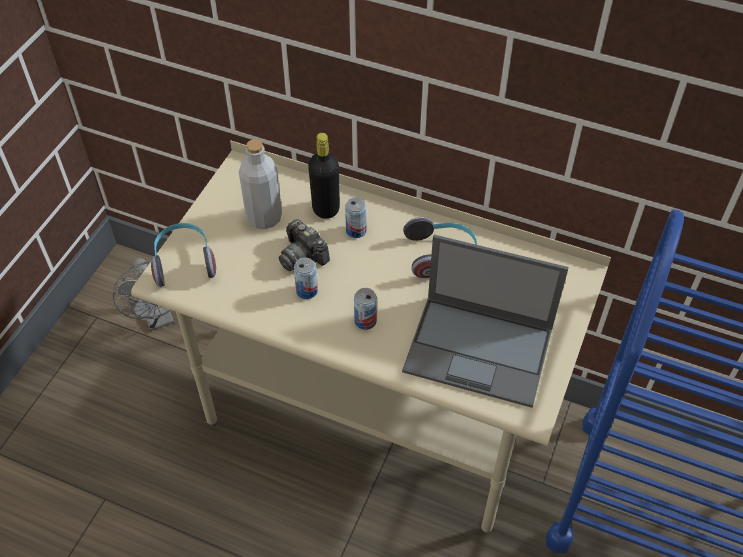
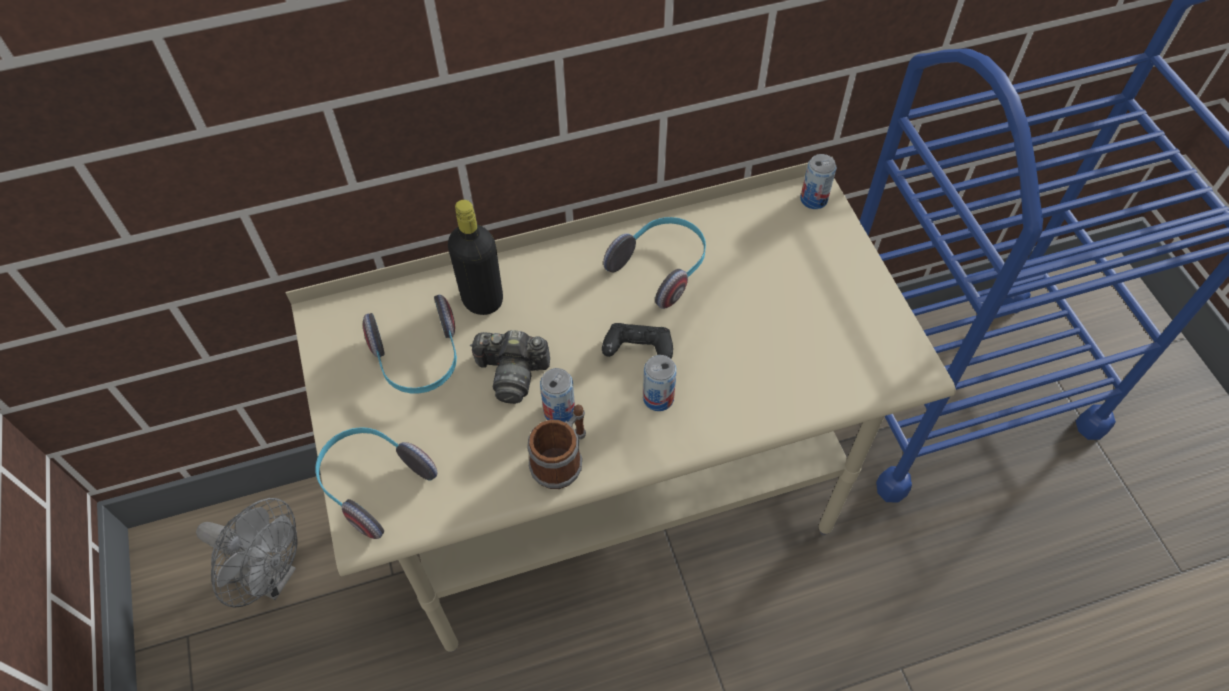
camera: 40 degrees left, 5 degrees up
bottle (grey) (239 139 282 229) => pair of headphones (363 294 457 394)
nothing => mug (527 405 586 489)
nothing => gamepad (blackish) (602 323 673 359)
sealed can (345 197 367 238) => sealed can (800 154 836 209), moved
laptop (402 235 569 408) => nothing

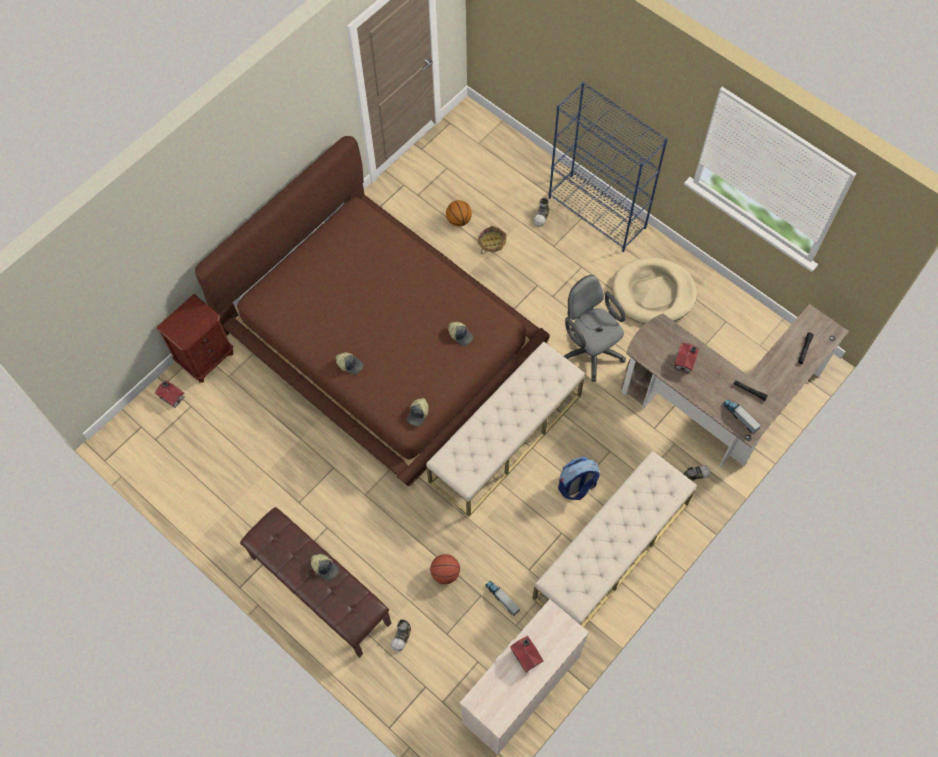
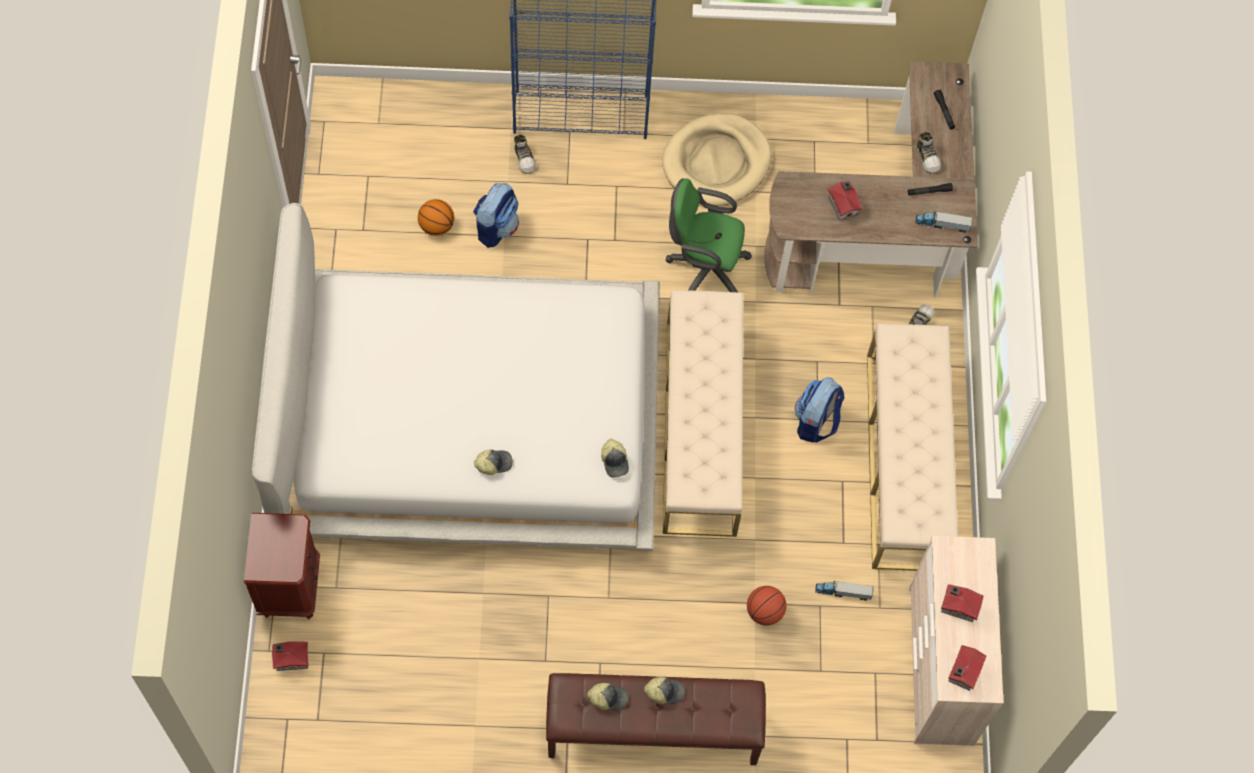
camera: 45 degrees left, 0 degrees up
bed (brown) (195 136 550 486) => bed (whitish) (252 203 660 551)
storage basket (478 226 506 254) => knapsack (473 183 519 248)
cap (448 322 473 346) => cap (587 683 628 710), moved
computer chair (grey) (564 275 626 382) => computer chair (green-coloured) (665 178 752 292)
shoe (391 620 411 652) => shoe (916 132 941 174), moved
nothing => toy house (948 645 986 691)

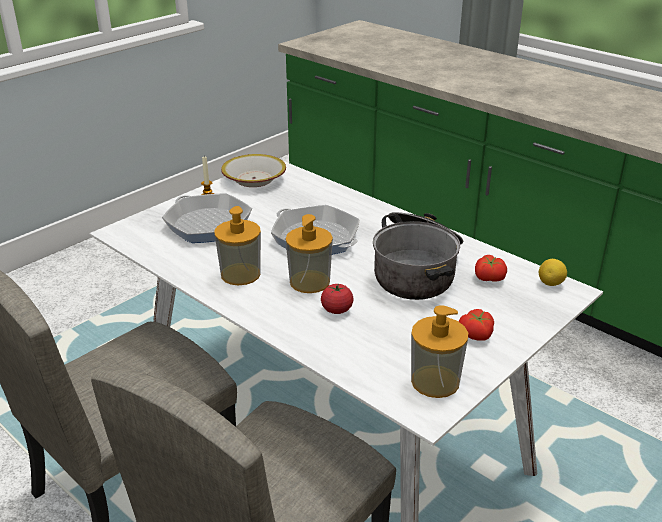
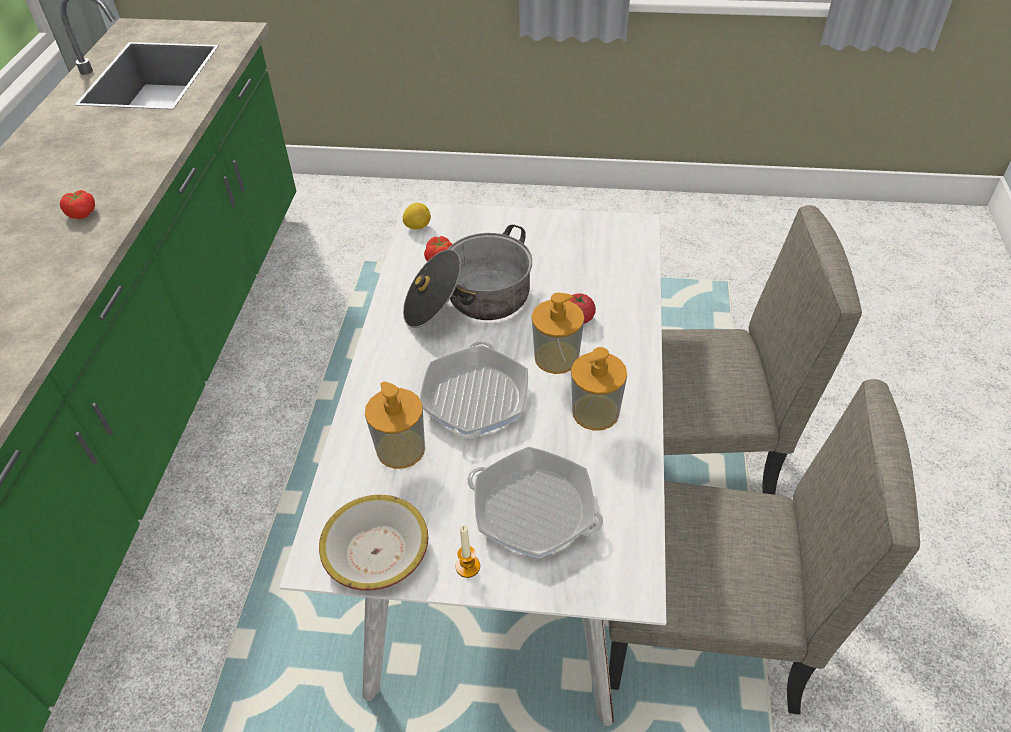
camera: 125 degrees left, 15 degrees up
whole tomato (458 309 494 340) => whole tomato (60 190 95 219), moved
soap dispenser (411 305 468 398) => soap dispenser (365 381 425 469), moved
frying pan (162 193 252 243) => frying pan (467 447 603 559), 75 degrees counterclockwise

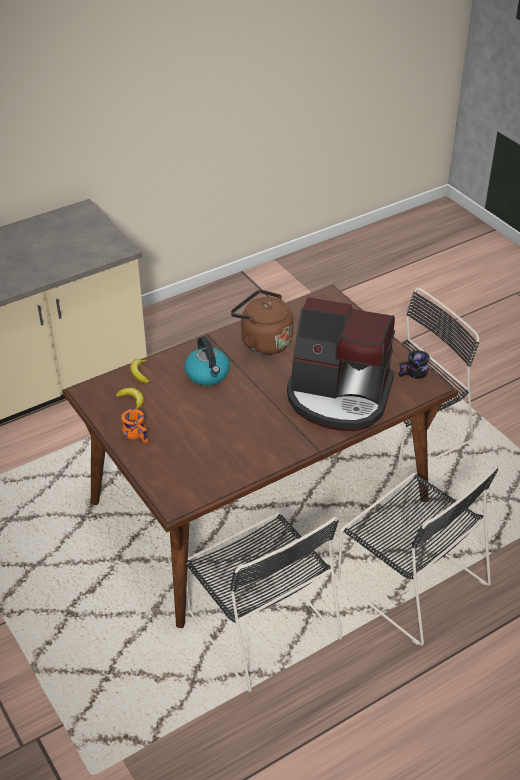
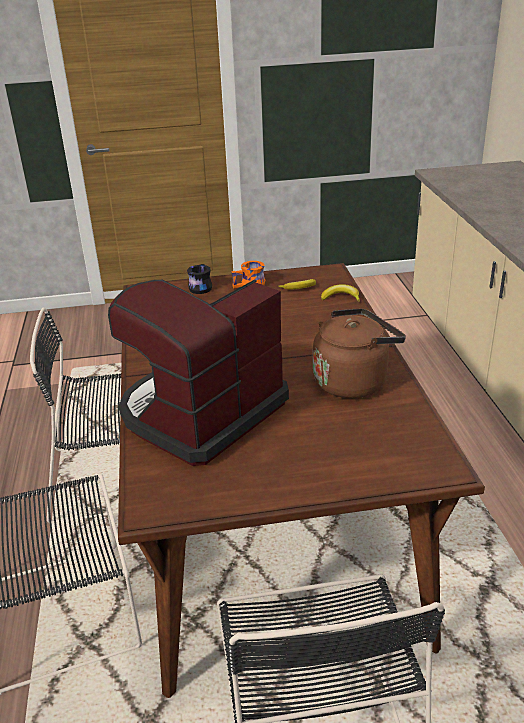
camera: 115 degrees right, 10 degrees down
mug (blackish) (399 350 430 379) => mug (blackish) (187 264 212 294), moved
kettle (184 336 230 386) => nothing

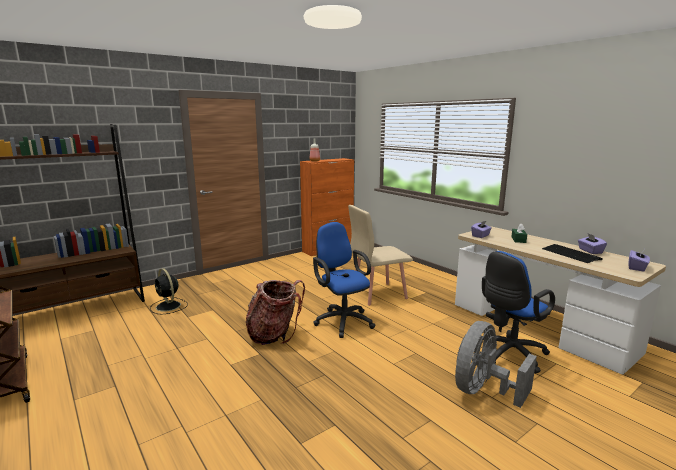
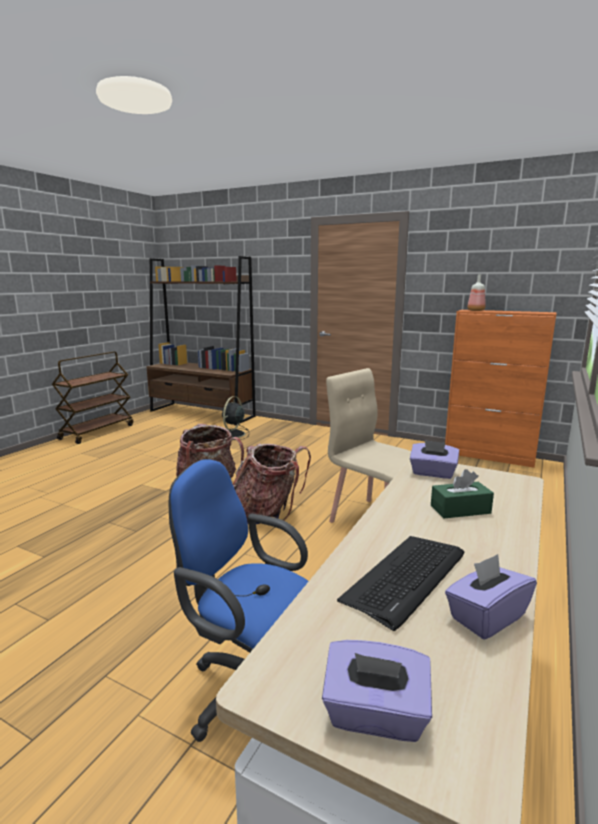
camera: 65 degrees right, 0 degrees up
computer chair (blue-coloured) (313 222 375 338) => knapsack (233 443 311 524)
fan (grey) (455 321 537 408) => nothing

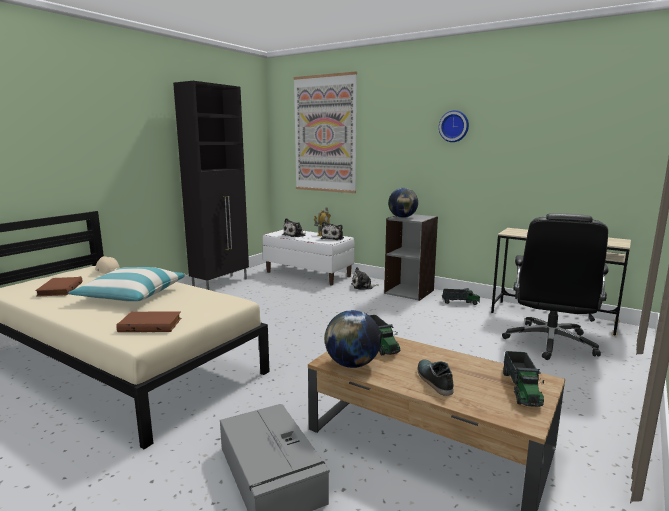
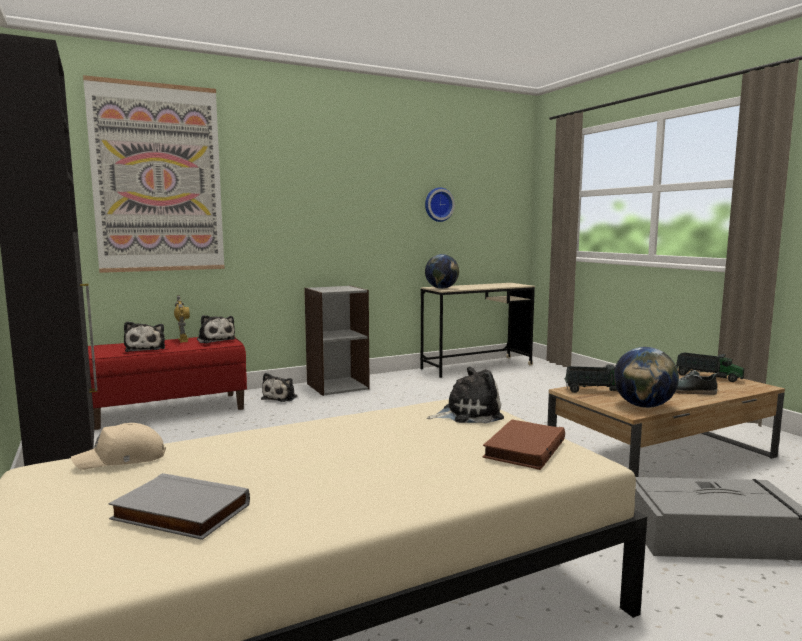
camera: 60 degrees left, 5 degrees down
bench (whitish) (262 230 355 285) => bench (reddish) (88 337 247 430)
bound book (brown) (35 276 82 297) => bound book (grey) (108 473 250 540)
hanging clock (439 110 469 142) => hanging clock (425 187 455 222), moved
desk globe (388 188 418 218) => desk globe (425 254 459 289), moved
nothing => plush toy (427 367 504 423)
throw pillow (68 267 186 302) => nothing
toy truck (442 288 480 305) => nothing
computer chair (blackish) (502 213 609 360) => nothing

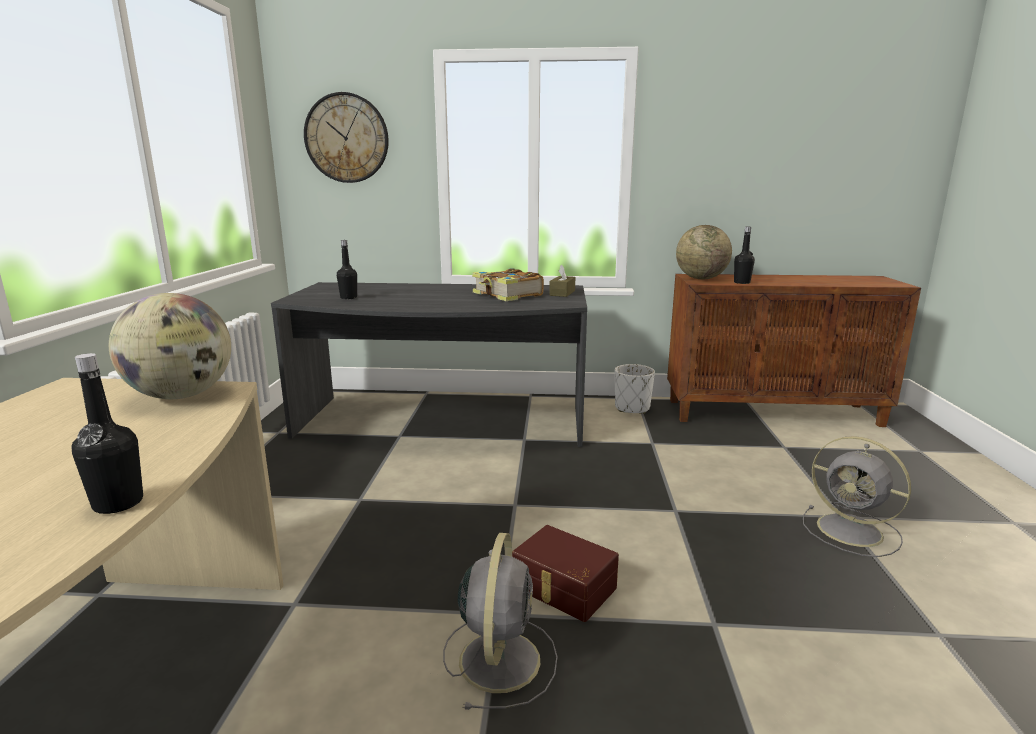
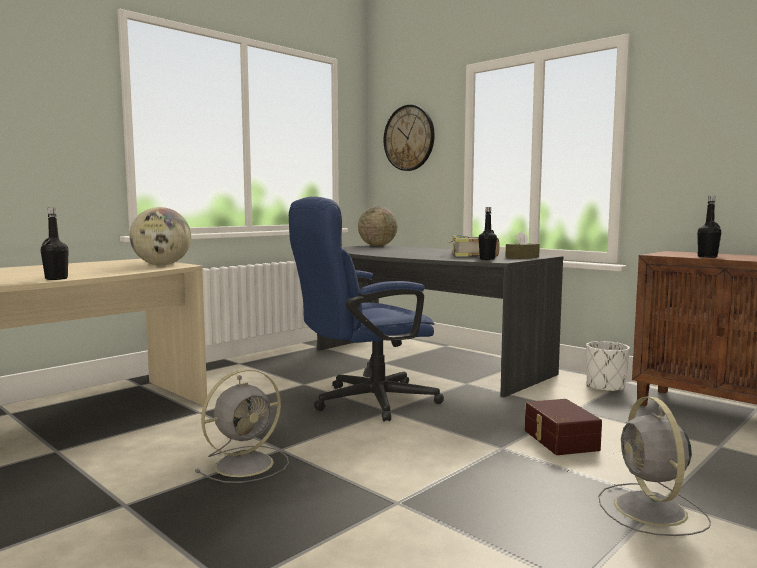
camera: 40 degrees right, 10 degrees down
nothing => computer chair (blue-coloured) (289 196 444 422)
desk globe (676 225 732 279) => desk globe (358 206 397 246), moved
bottle (blackish) (337 240 357 299) => bottle (blackish) (479 207 497 260), moved
storage bin (brown) (512 525 619 622) => storage bin (brown) (525 399 602 455), moved

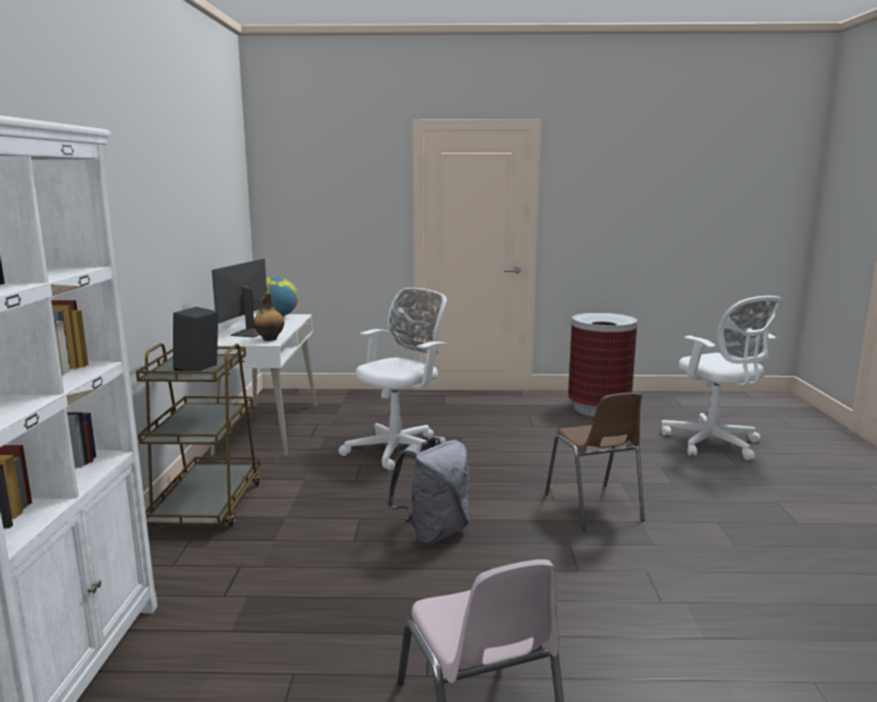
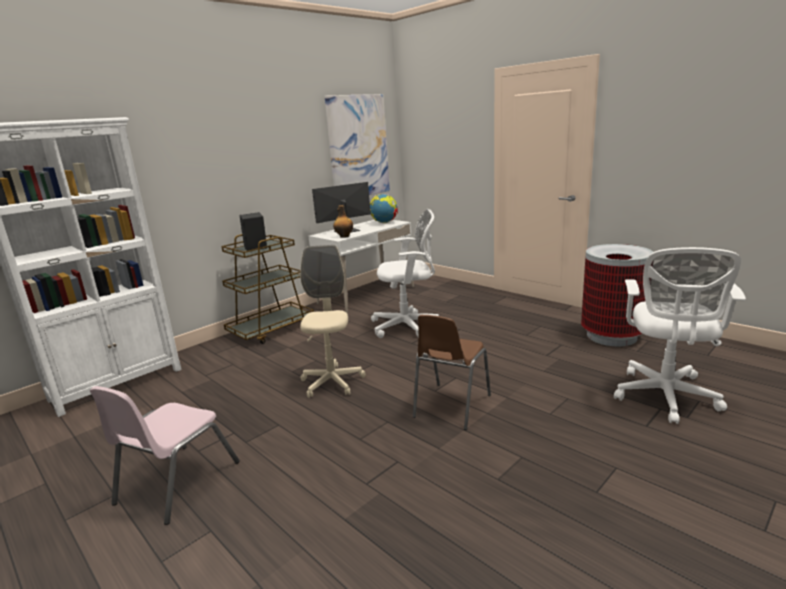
camera: 45 degrees right, 5 degrees up
knapsack (grey) (386 436 469 545) => computer chair (beige-coloured) (300 245 366 398)
nothing => wall picture (324 94 390 195)

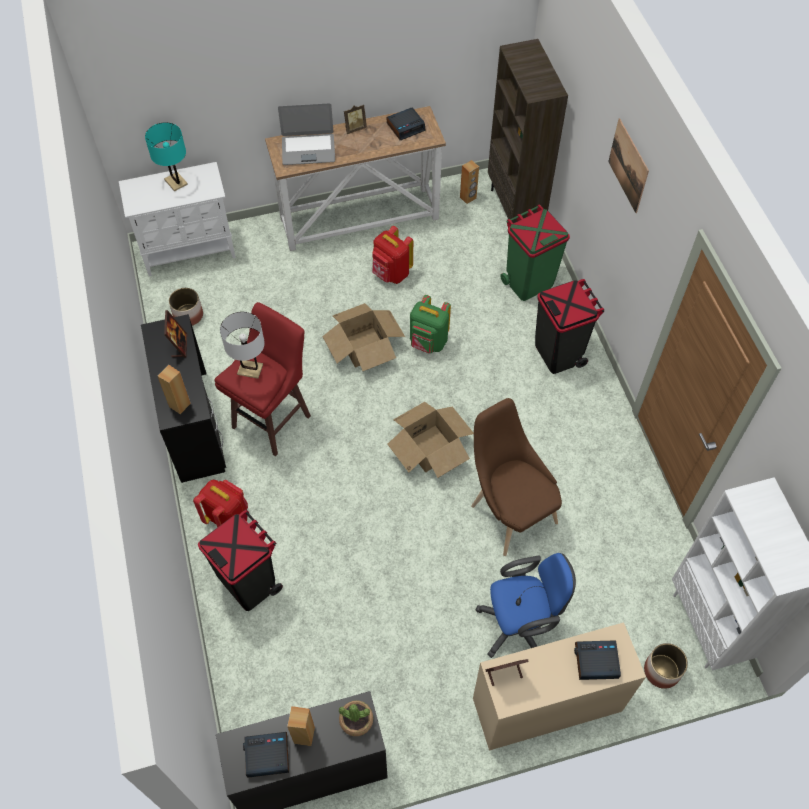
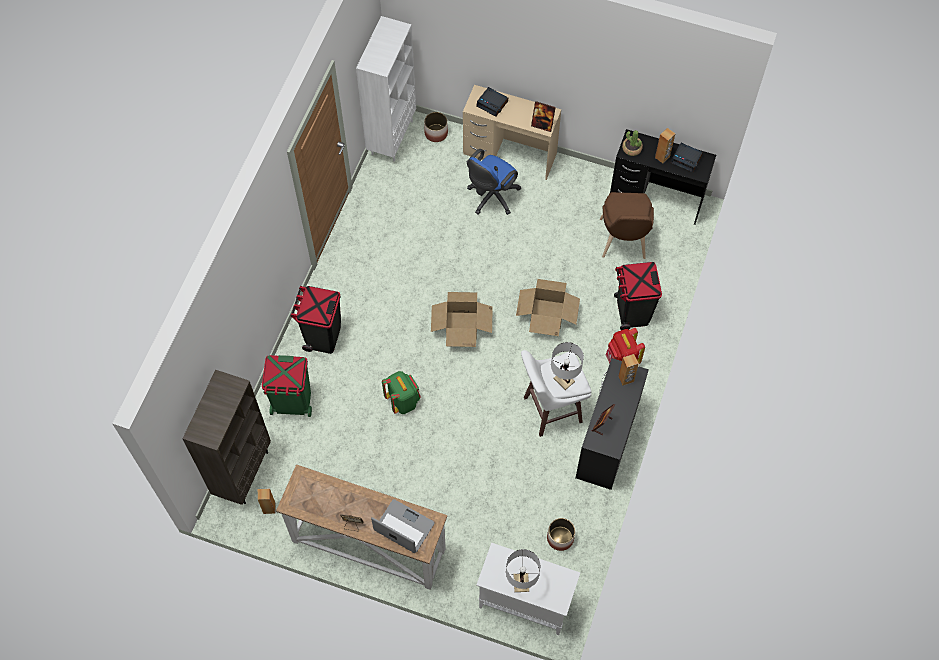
camera: 145 degrees left, 5 degrees up
computer chair (blue-coloured) (475 553 576 658) => computer chair (blue-coloured) (467 149 521 215), 75 degrees counterclockwise
tabletop lamp (blue-green) (145 122 188 192) => tabletop lamp (whitish) (506 549 541 592)
cardboard box (322 303 405 371) => cardboard box (516 279 580 336), moved
sitting stool (reddish) (215 302 311 456) => sitting stool (whitish) (521 350 591 437)
upright chair (brown) (471 398 562 556) => upright chair (brown) (600 192 654 259), moved
knapsack (reddish) (372 226 413 284) => nothing
table clock (387 107 426 140) => nothing
wall picture (608 118 649 213) => nothing

